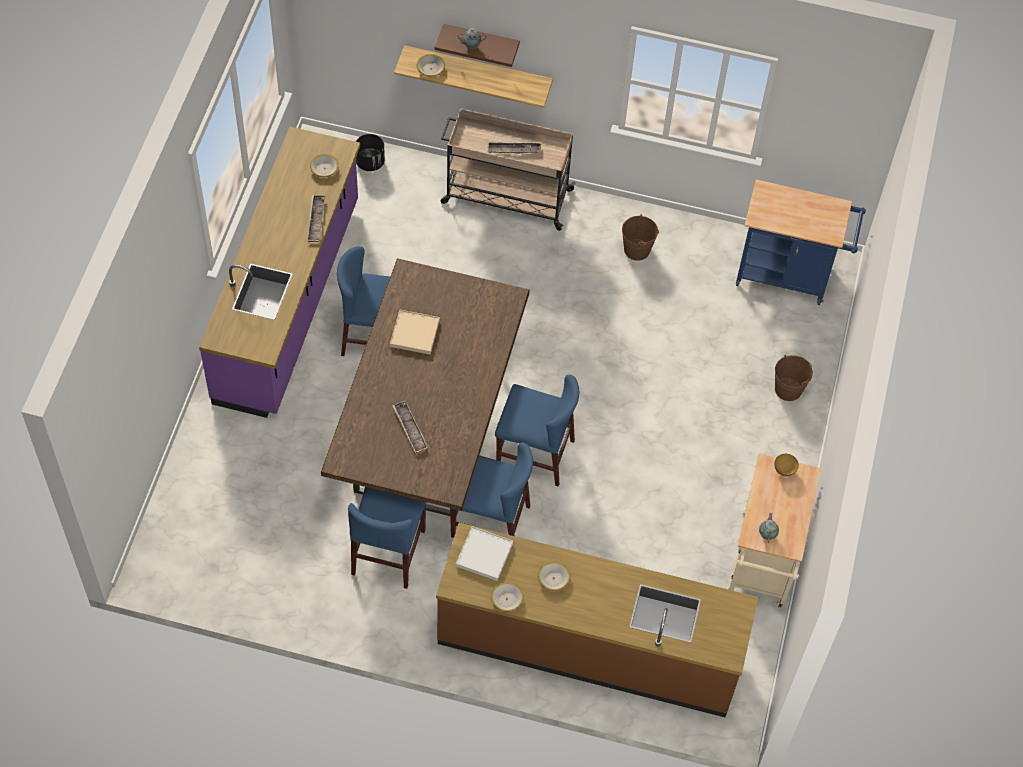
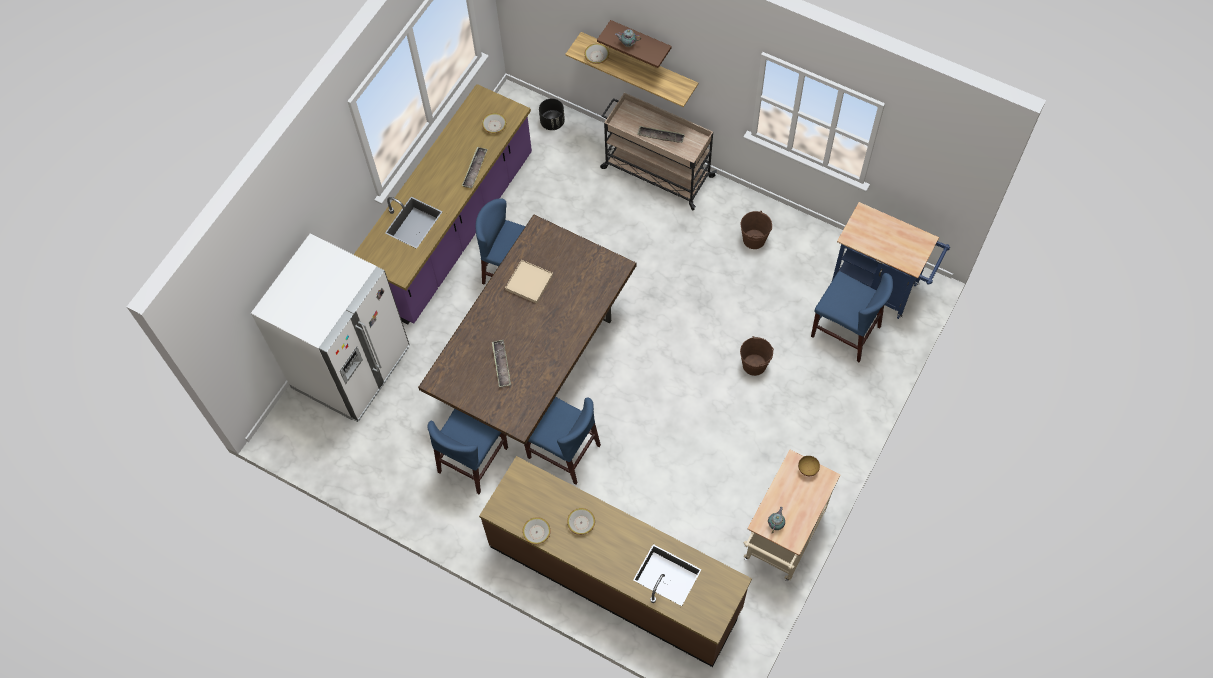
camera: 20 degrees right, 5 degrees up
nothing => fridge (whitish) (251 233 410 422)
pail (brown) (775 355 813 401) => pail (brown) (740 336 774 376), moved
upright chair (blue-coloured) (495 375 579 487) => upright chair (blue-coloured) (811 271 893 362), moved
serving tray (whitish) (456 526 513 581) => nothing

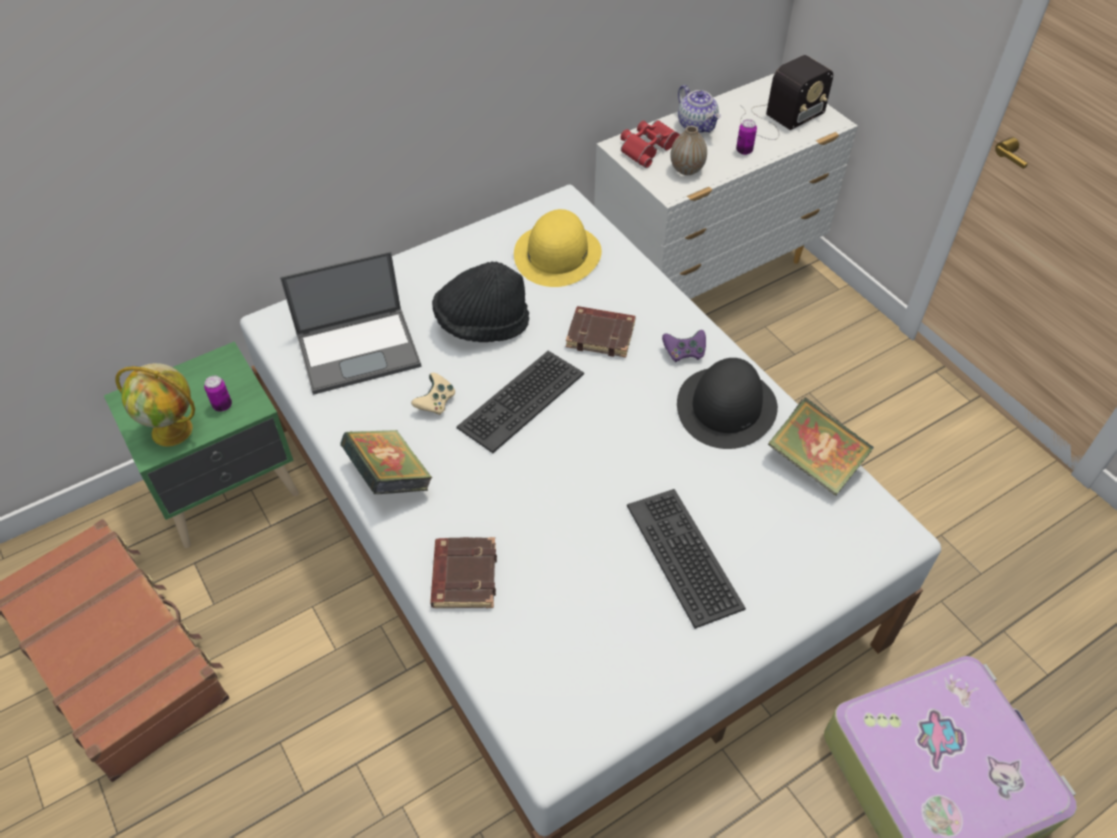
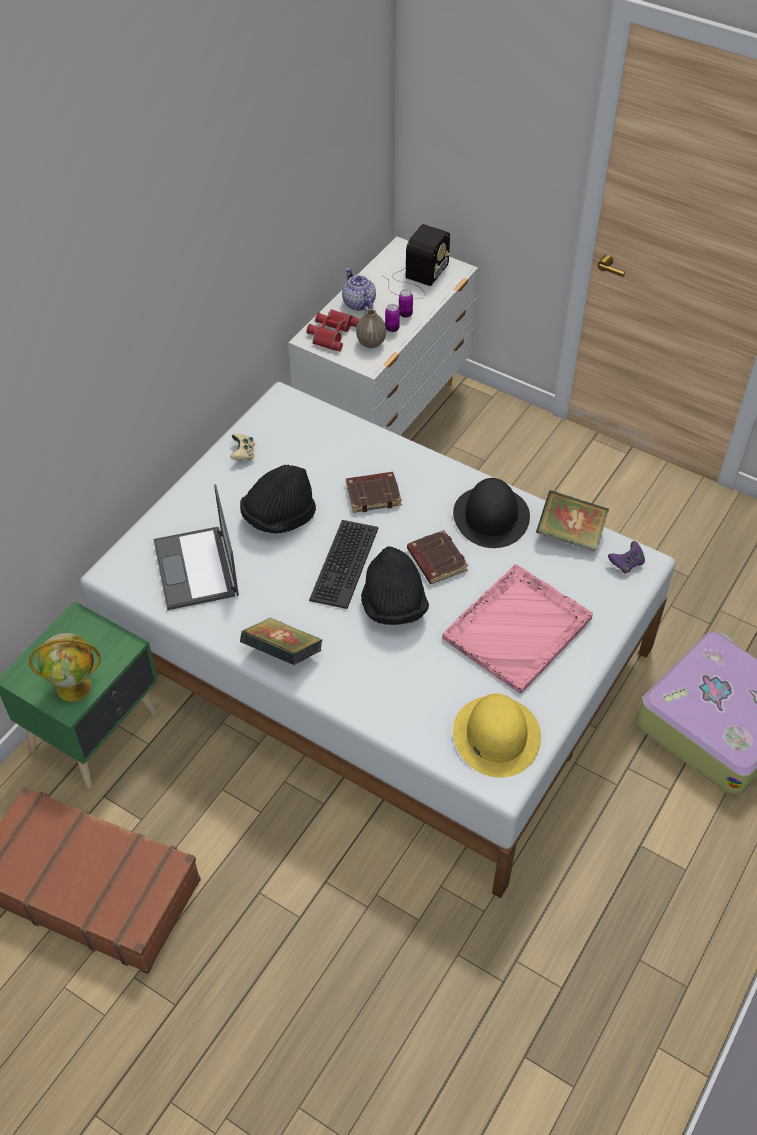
camera: 25 degrees left, 0 degrees up
laptop (280 251 422 395) => laptop (153 484 239 610), 120 degrees clockwise
gamepad (beige-coloured) (411 373 455 415) => gamepad (beige-coloured) (231 433 255 460), moved
pot for tea (678 85 721 133) => pot for tea (342 268 376 311), 150 degrees counterclockwise
nothing => clothing hat (blackish) (361 546 429 625)
sealed can (204 376 232 412) => sealed can (385 304 400 332), moved
bound book (brown) (430 537 497 608) => bound book (brown) (407 530 468 584), moved
keyboard (627 489 746 629) => serving tray (pinkish) (442 564 593 694)
clothing hat (yellowish) (514 209 602 287) => clothing hat (yellowish) (453 693 541 778), moved
gamepad (purplish) (662 330 706 362) => gamepad (purplish) (608 541 645 574), moved

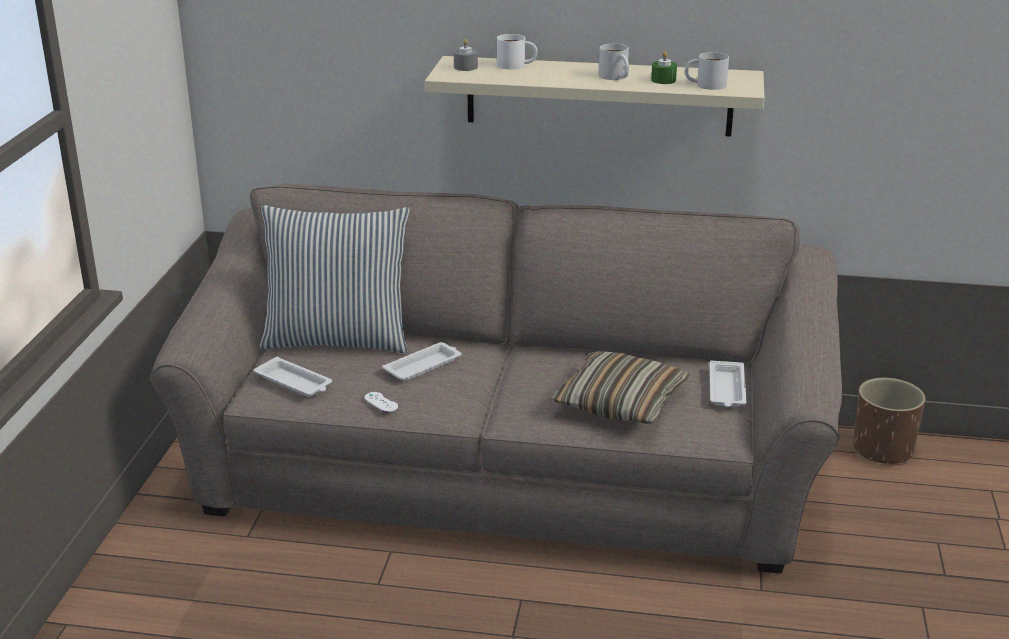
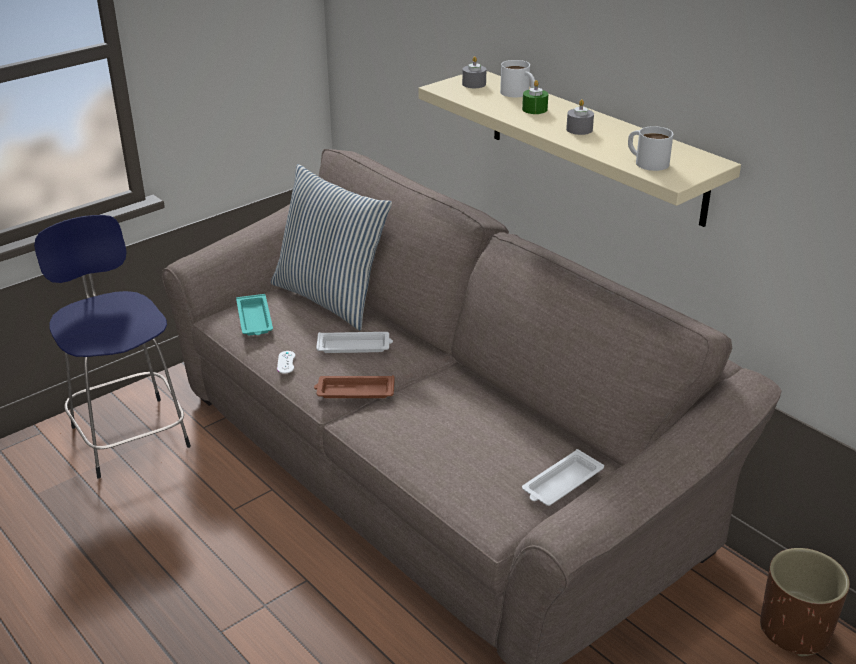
camera: 40 degrees right, 5 degrees up
nothing => sitting stool (blue-coloured) (34 215 191 479)
serving tray (whitish) (254 356 332 397) => serving tray (blue-green) (236 294 273 335)
nothing => serving tray (brown) (314 375 395 398)
wax light (green-coloured) (651 51 677 84) => wax light (green-coloured) (522 80 548 114), moved
mug (whitish) (599 44 629 80) => wax light (grey) (566 99 594 135)
throw pillow (552 351 690 424) => nothing

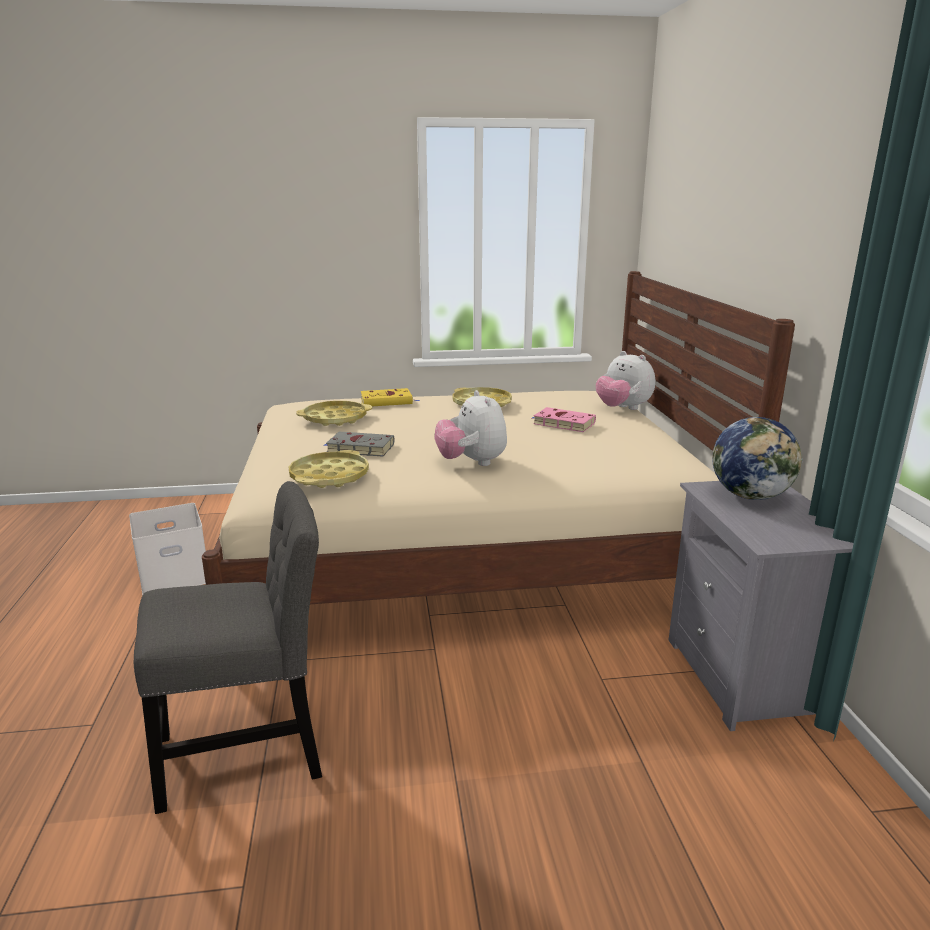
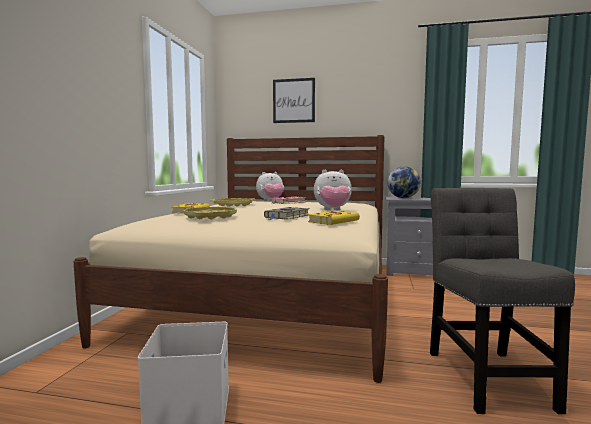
camera: 70 degrees left, 15 degrees down
nothing => wall picture (273 78 315 123)
serving tray (yellowish) (289 450 369 488) => bound book (yellowish) (308 211 360 225)

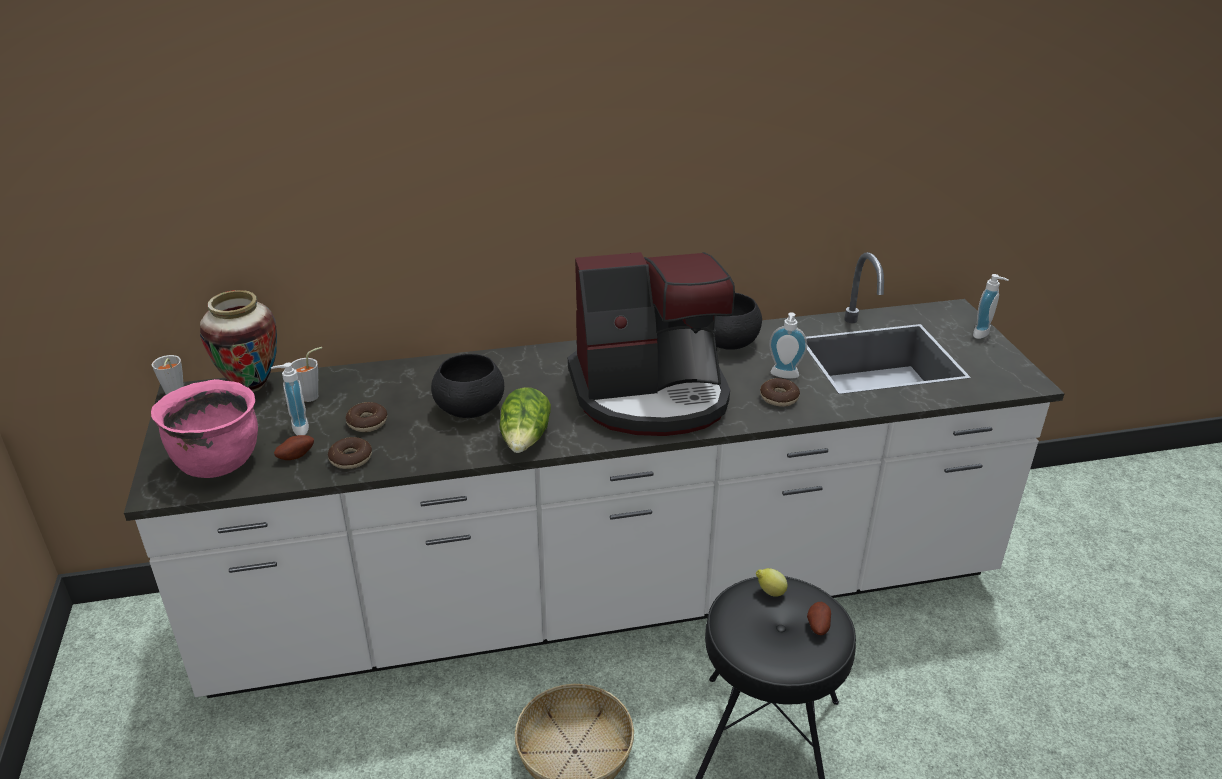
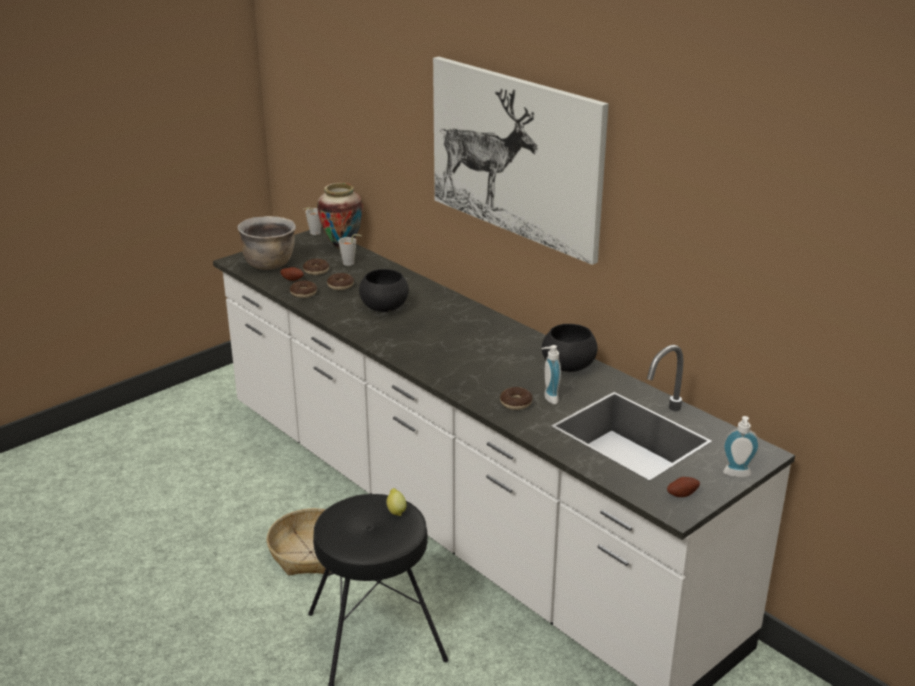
camera: 60 degrees right, 5 degrees down
stockpot (pinkish) (151 379 258 478) => stockpot (brown) (238 216 296 270)
soap dispenser (271 363 309 435) => doughnut (303 259 329 275)
nothing => wall picture (433 57 609 265)
potato (807 602 831 635) => potato (667 477 700 497), moved
head of lettuce (499 387 551 453) => nothing
coffee brewer (568 252 735 436) => nothing

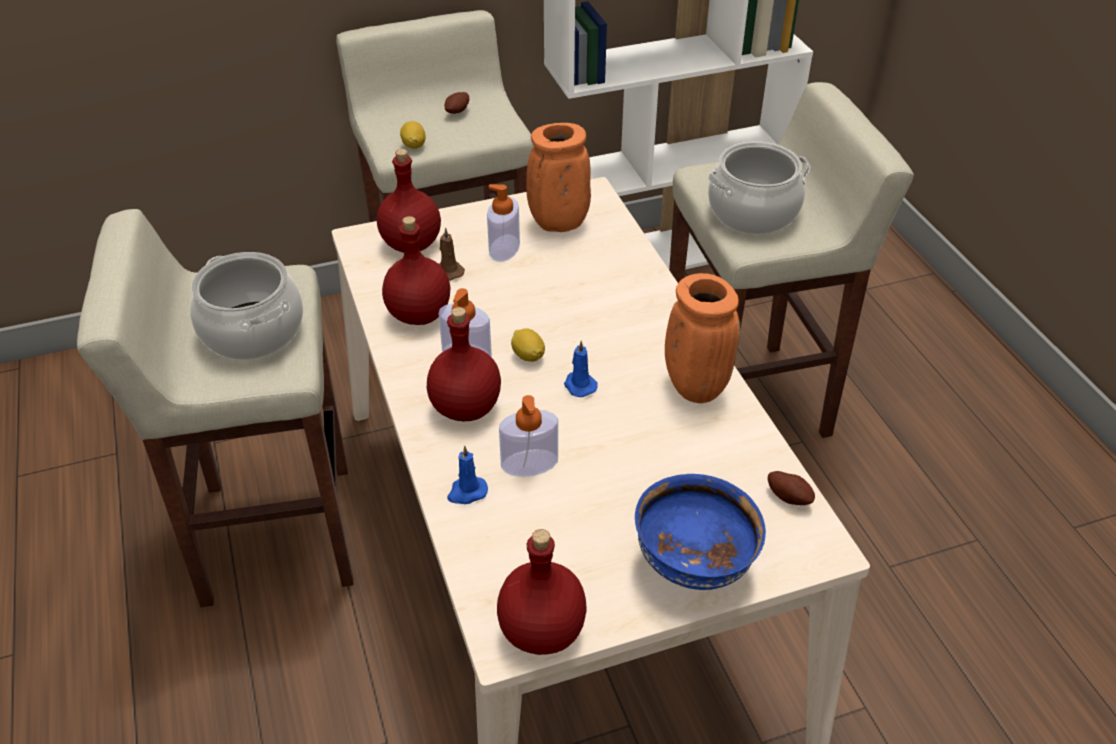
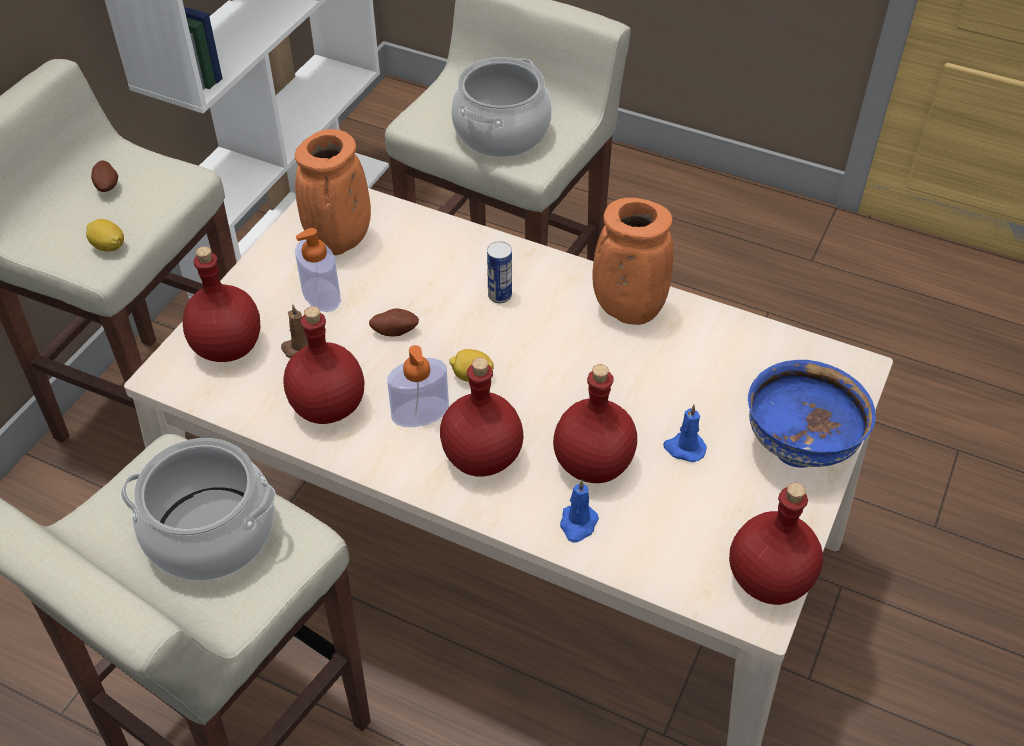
camera: 45 degrees left, 5 degrees up
potato (768 471 815 505) => potato (369 309 419 336), moved
nothing => sealed can (487 241 512 303)
soap dispenser (499 395 558 477) => bottle (reddish) (553 364 637 483)
wax light (blue-coloured) (564 341 598 397) => wax light (blue-coloured) (663 404 707 462), moved

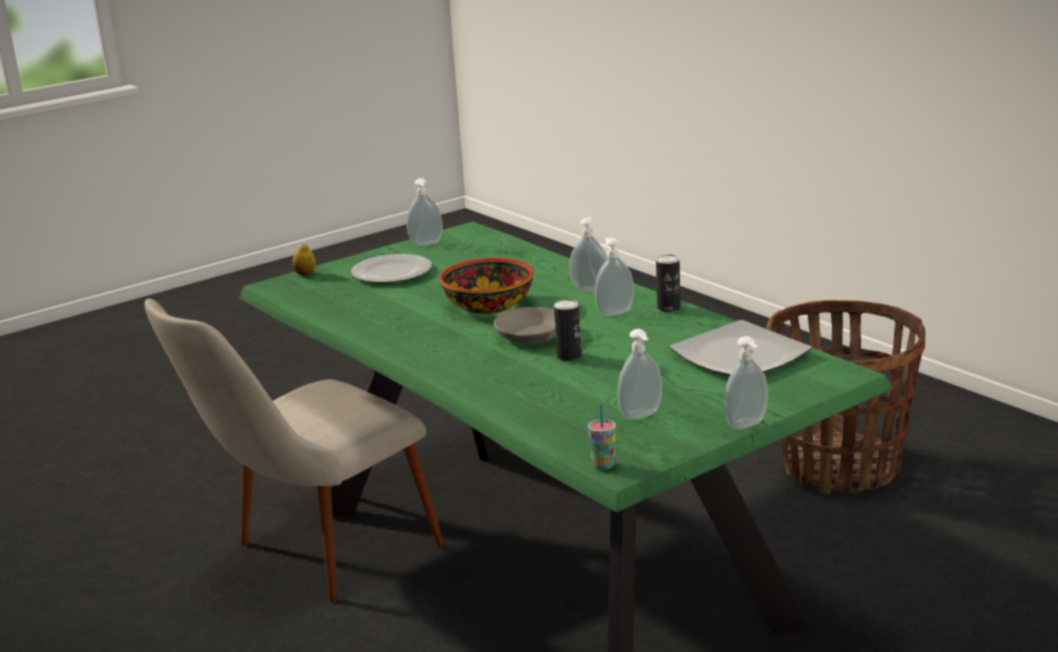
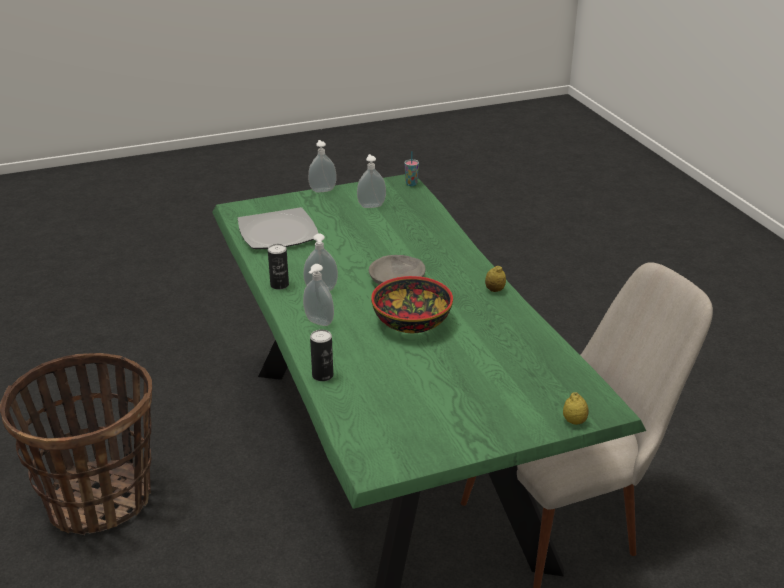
camera: 165 degrees left, 10 degrees up
sealed can (554 299 582 361) => sealed can (310 329 333 381), moved
nothing => lemon (485 265 506 292)
flat dish (351 254 432 283) => nothing
soap dispenser (407 178 443 246) => nothing

